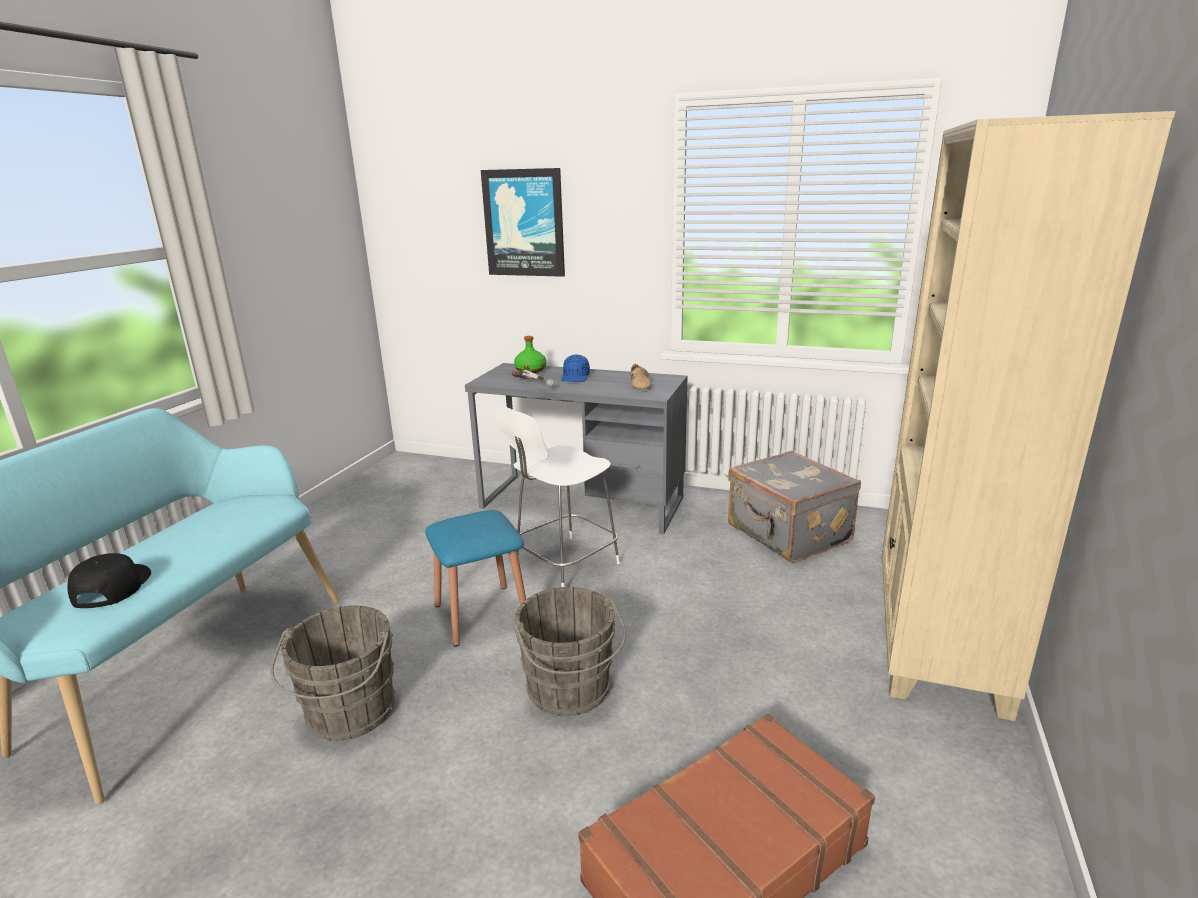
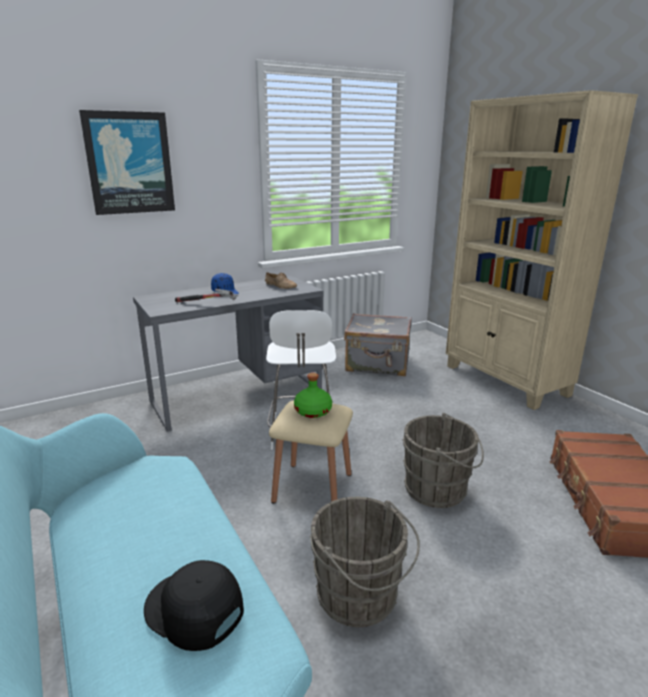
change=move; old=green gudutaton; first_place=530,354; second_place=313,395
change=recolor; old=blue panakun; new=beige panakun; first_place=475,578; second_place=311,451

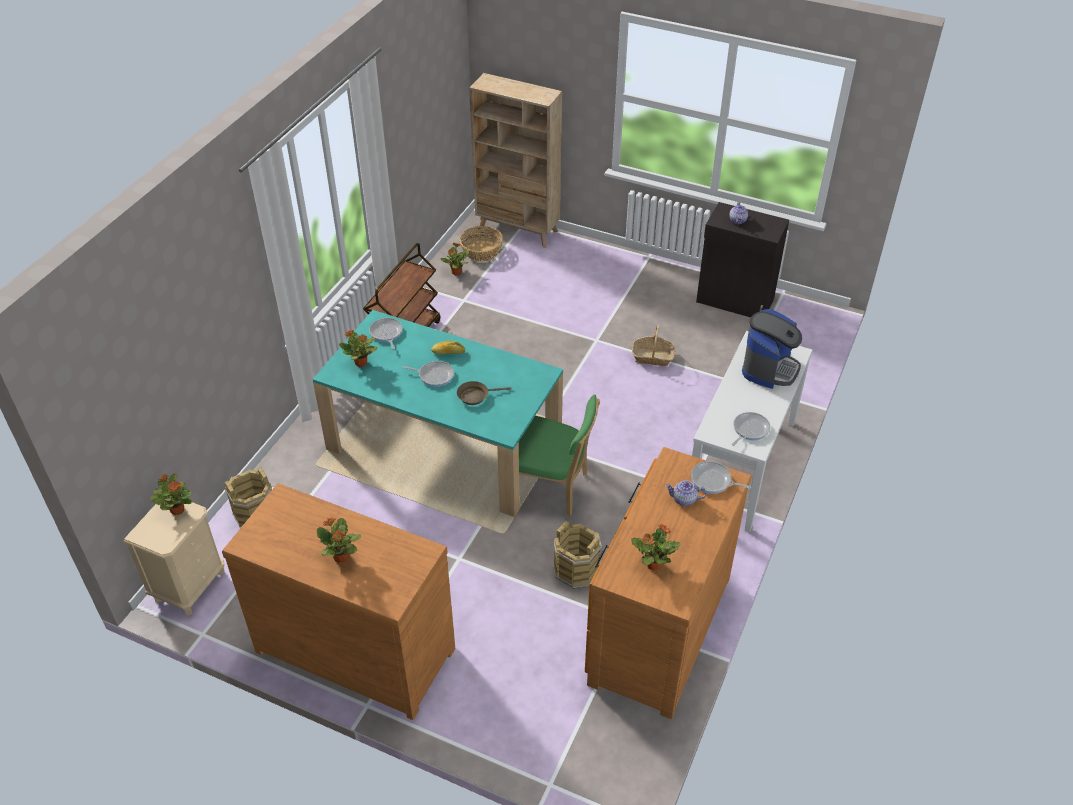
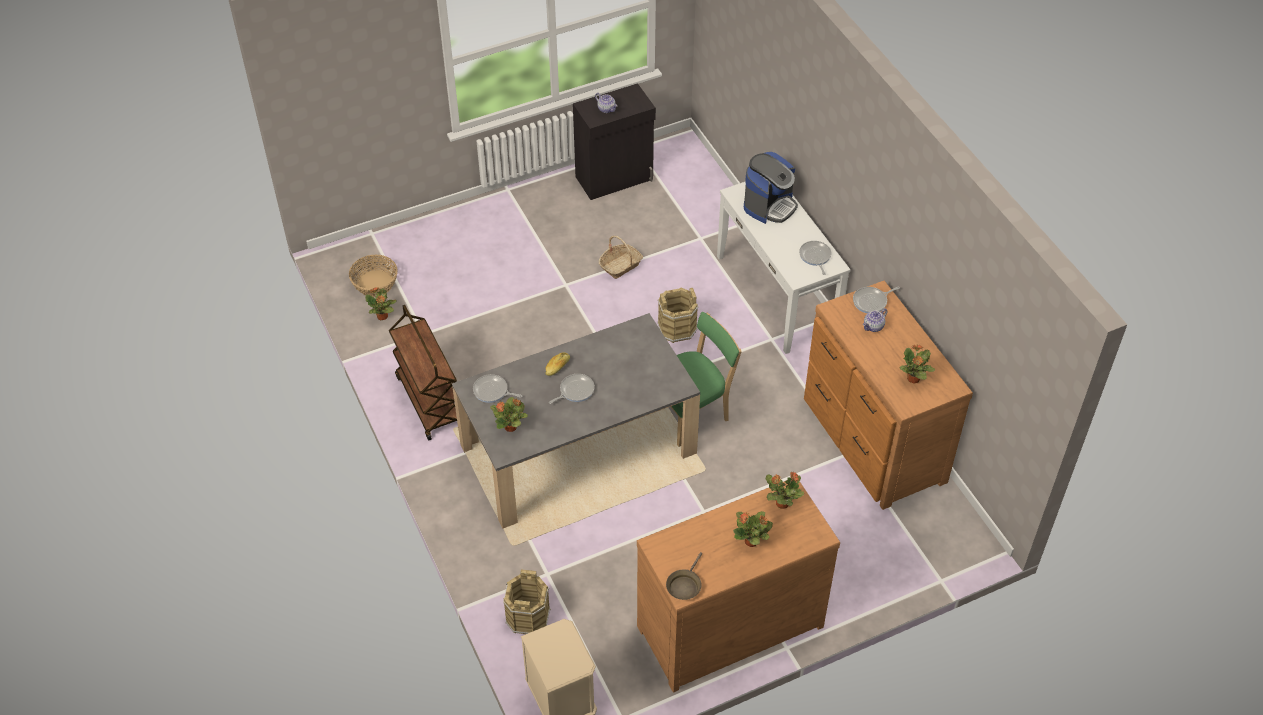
change=delete; old=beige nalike; first_place=515,160
change=move; old=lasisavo; first_place=171,494; second_place=785,490
change=move; old=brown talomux; first_place=484,393; second_place=684,576
change=move; old=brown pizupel; first_place=577,555; second_place=677,315
change=recolor; old=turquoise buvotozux; new=grey buvotozux; first_place=438,414; second_place=576,420
change=rotate; old=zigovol; first_place=772,349; second_place=771,188; degrees=60

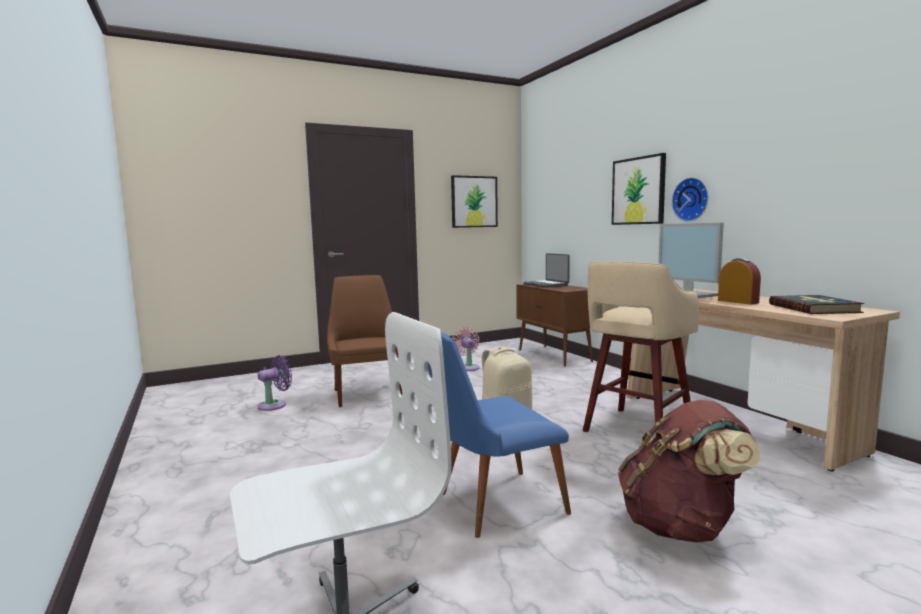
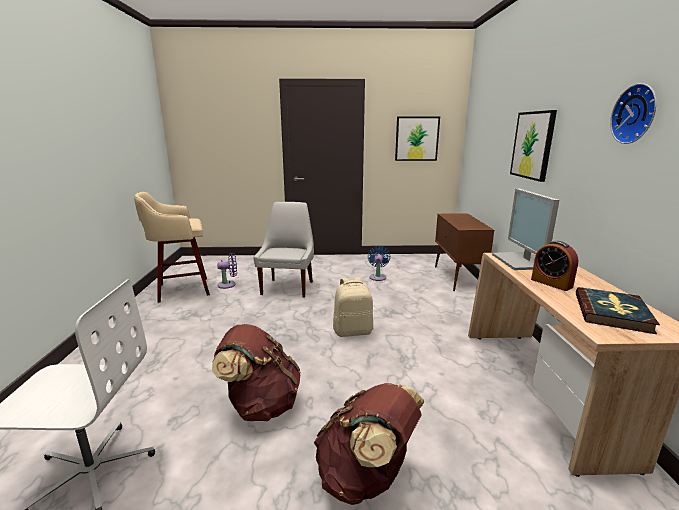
change=delete; old=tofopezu; first_place=546,270
change=move; old=beige panakun; first_place=641,348; second_place=172,247
change=move; old=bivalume; first_place=690,199; second_place=633,113
change=replace; old=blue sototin; new=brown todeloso; first_place=499,435; second_place=256,372
change=recolor; old=brown sototin; new=white sototin; first_place=364,341; second_place=283,250
change=recolor; old=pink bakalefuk; new=blue bakalefuk; first_place=466,349; second_place=379,263
change=rotate; old=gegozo; first_place=739,281; second_place=554,266; degrees=150

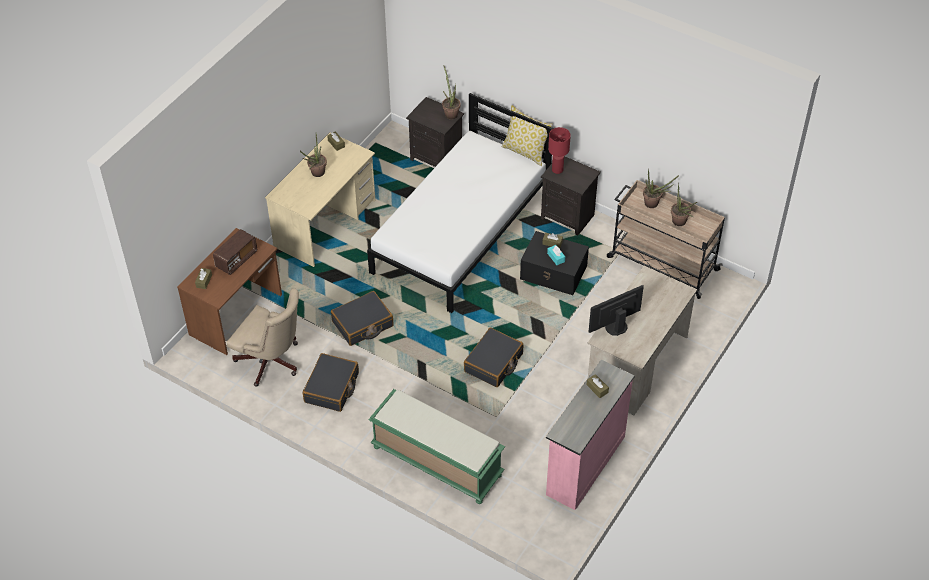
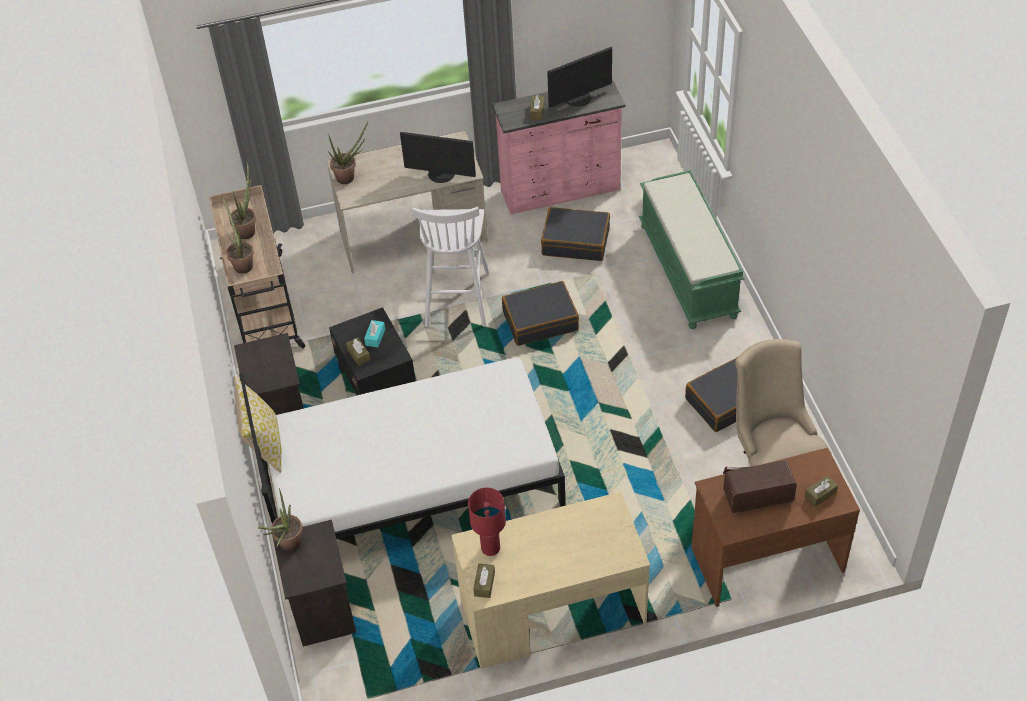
change=insert; new=white panakun; second_place=450,266
change=insert; new=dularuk; second_place=579,77
change=move; old=lasisavo; first_place=313,155; second_place=348,153
change=move; old=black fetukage; first_place=362,318; second_place=575,234
change=move; old=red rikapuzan; first_place=559,150; second_place=487,522

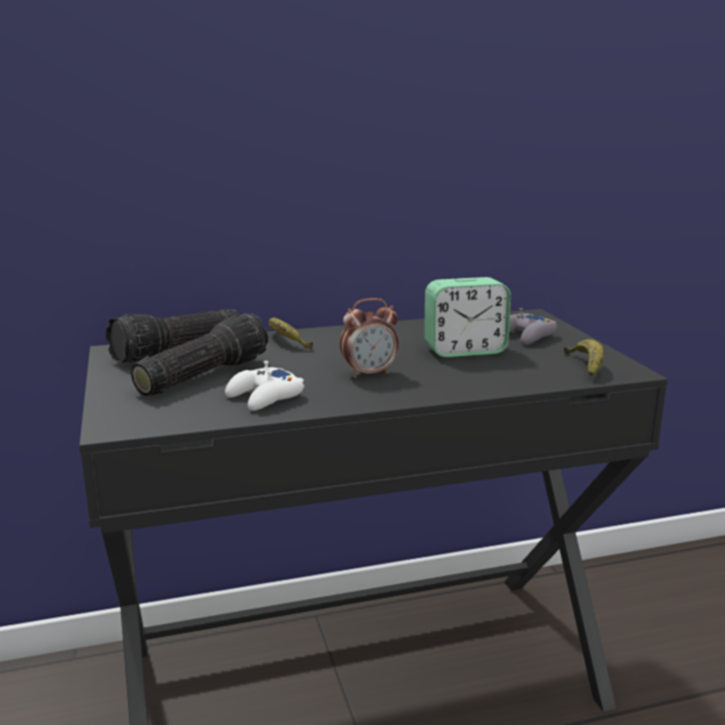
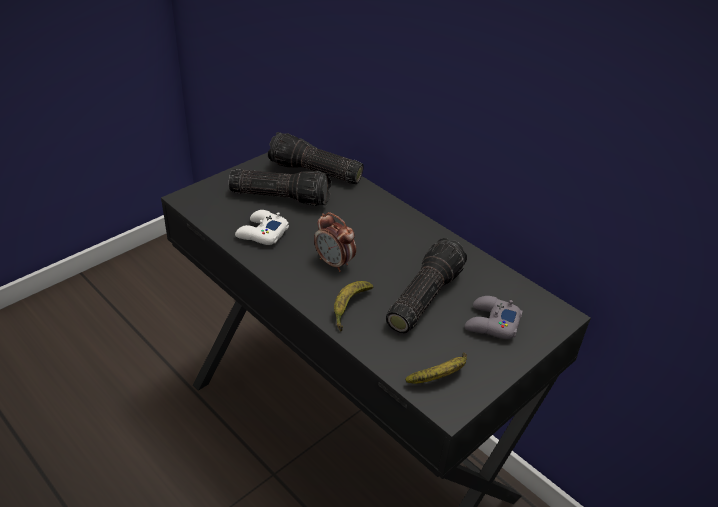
change=move; old=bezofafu; first_place=290,334; second_place=354,306
change=replace; old=gegozo; new=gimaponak; first_place=467,317; second_place=426,286

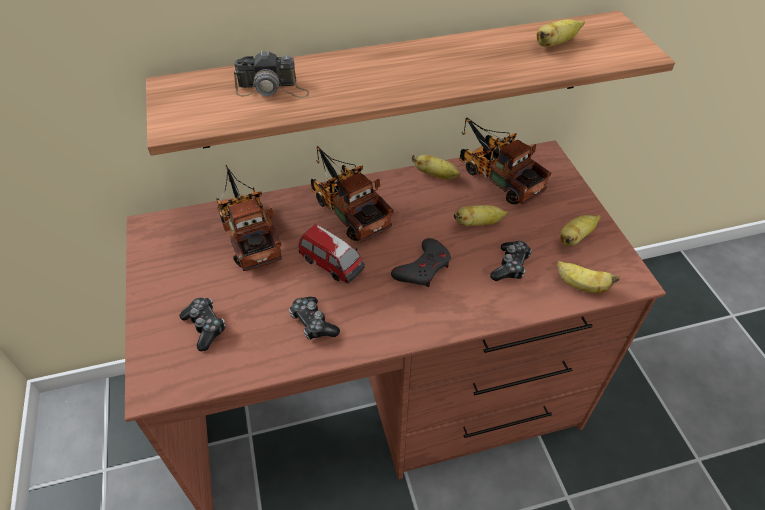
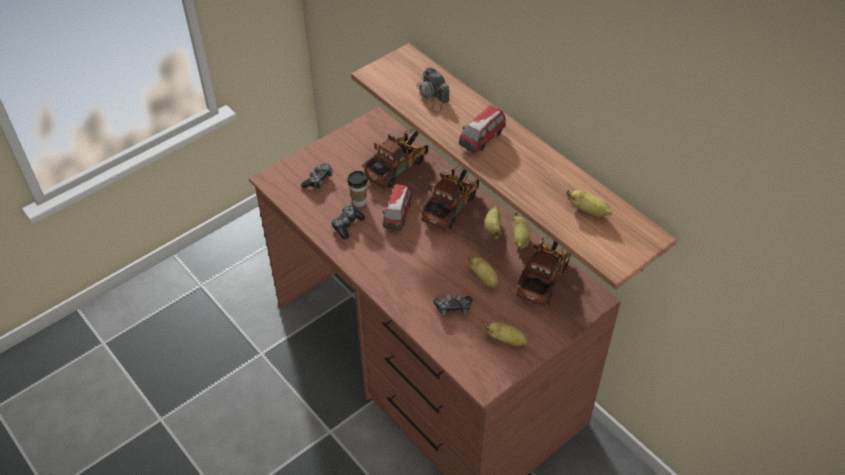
change=delete; old=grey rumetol; first_place=421,262
change=insert; new=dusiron; second_place=357,189
change=insert; new=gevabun; second_place=482,129
change=move; old=bezofafu; first_place=588,277; second_place=493,222

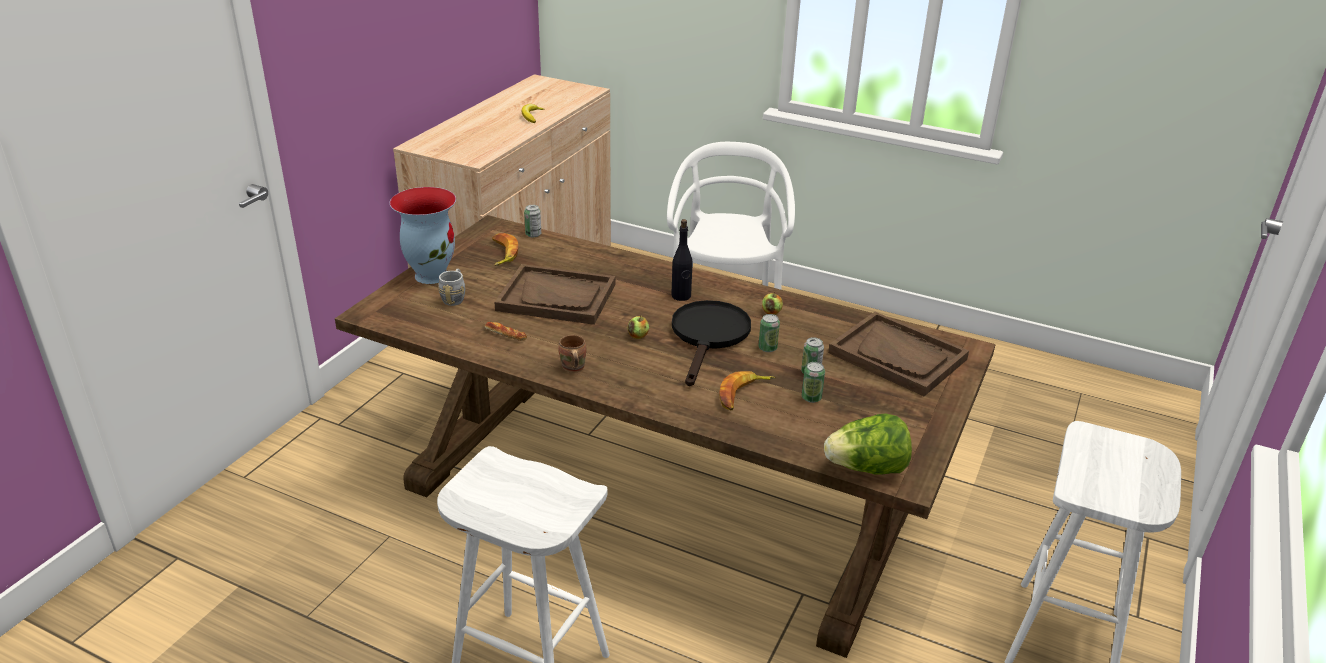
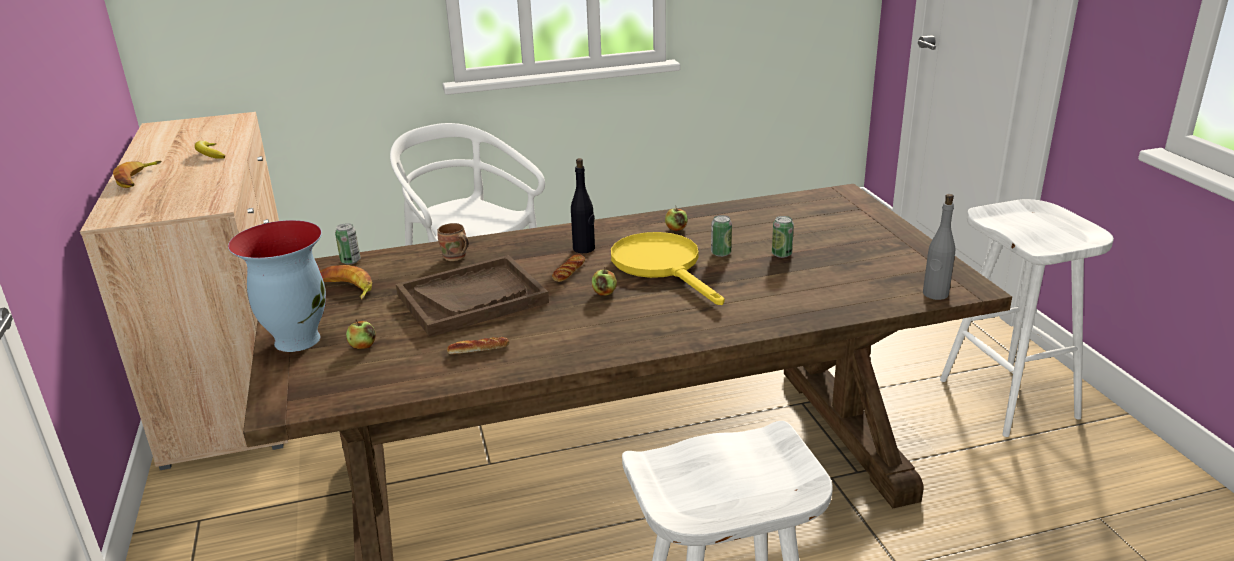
change=delete; old=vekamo; first_place=813,382
change=delete; old=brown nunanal; first_place=898,354
change=insert; new=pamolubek; second_place=568,268
change=move; old=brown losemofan; first_place=572,354; second_place=453,242
change=move; old=bezofafu; first_place=747,390; second_place=137,174
change=replace; old=grey losemofan; new=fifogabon; first_place=451,287; second_place=361,334
change=replace; old=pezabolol; new=grey gudutaton; first_place=868,444; second_place=939,247
change=recolor; old=black talomux; new=yellow talomux; first_place=711,343; second_place=668,268

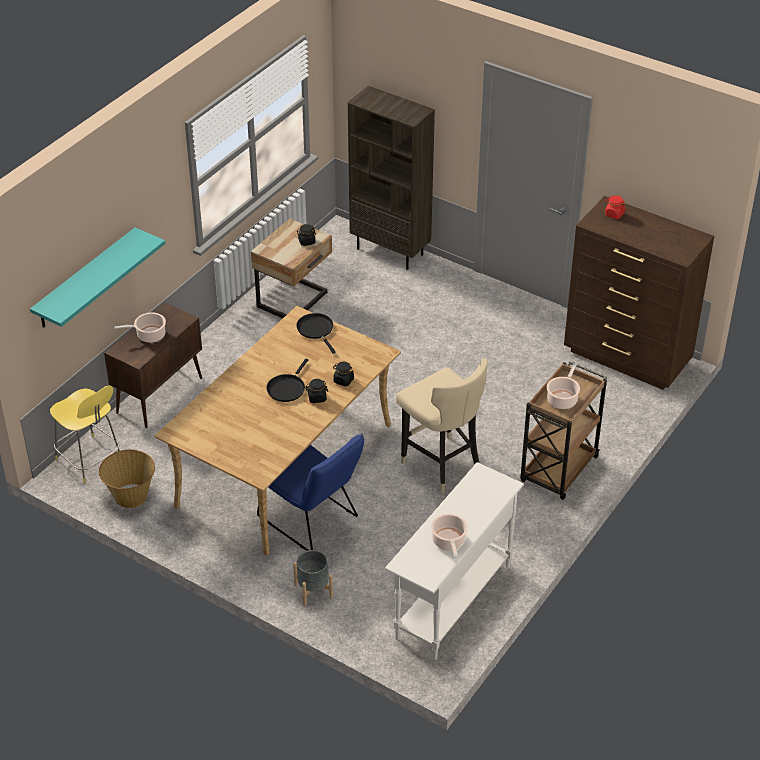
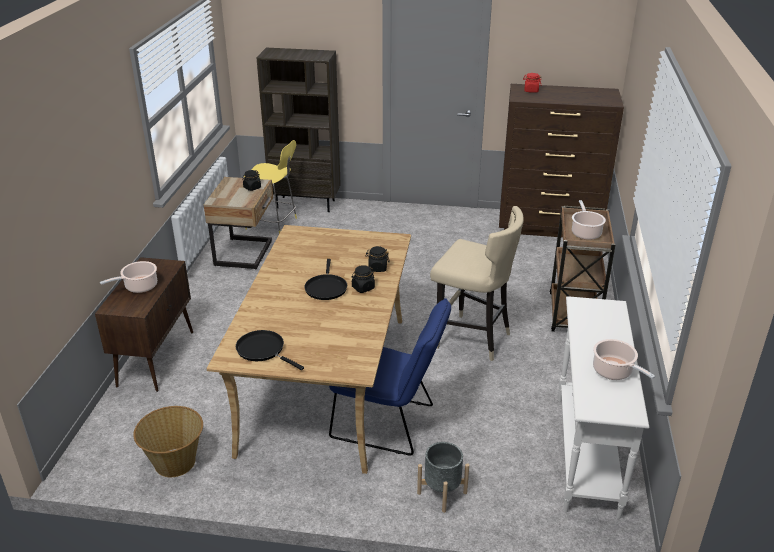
change=delete; old=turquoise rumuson; first_place=97,278
change=move; old=yellow panakun; first_place=85,434; second_place=270,187
change=move; old=black talomux; first_place=316,333; second_place=270,350

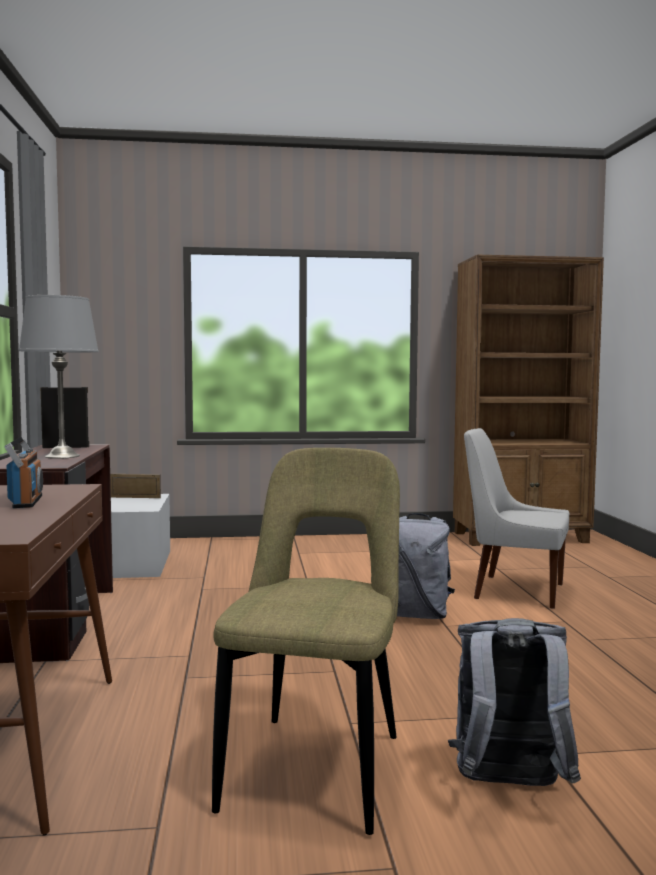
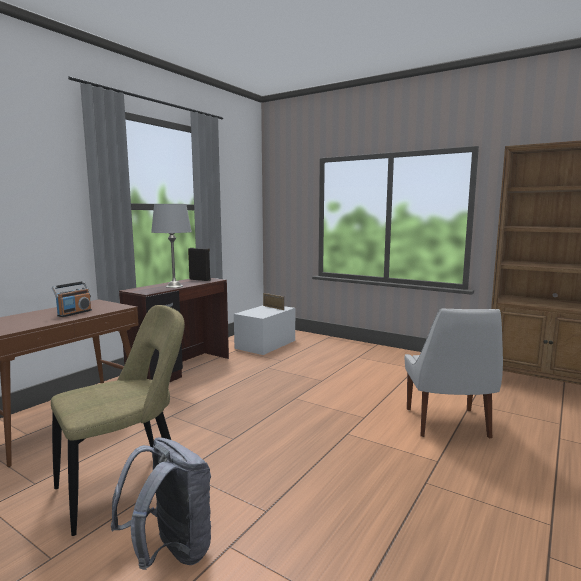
change=delete; old=grey todeloso; first_place=426,566
change=rotate; old=white sototin; first_place=516,518; second_place=454,373; degrees=-150

